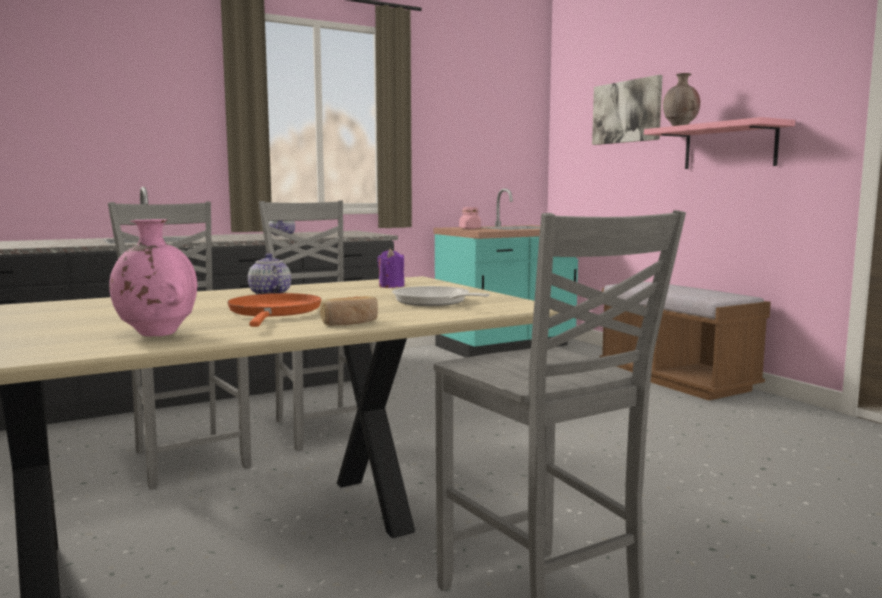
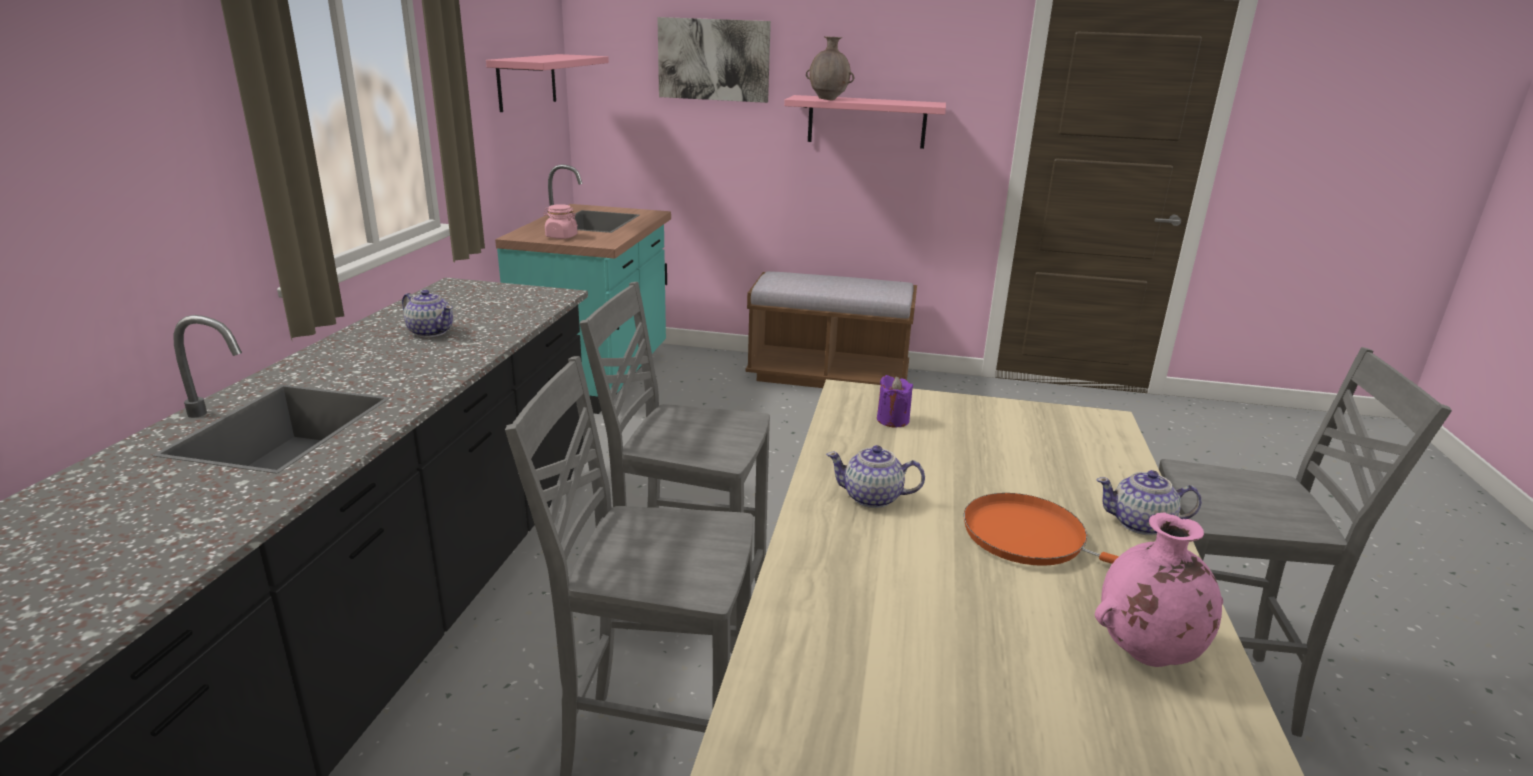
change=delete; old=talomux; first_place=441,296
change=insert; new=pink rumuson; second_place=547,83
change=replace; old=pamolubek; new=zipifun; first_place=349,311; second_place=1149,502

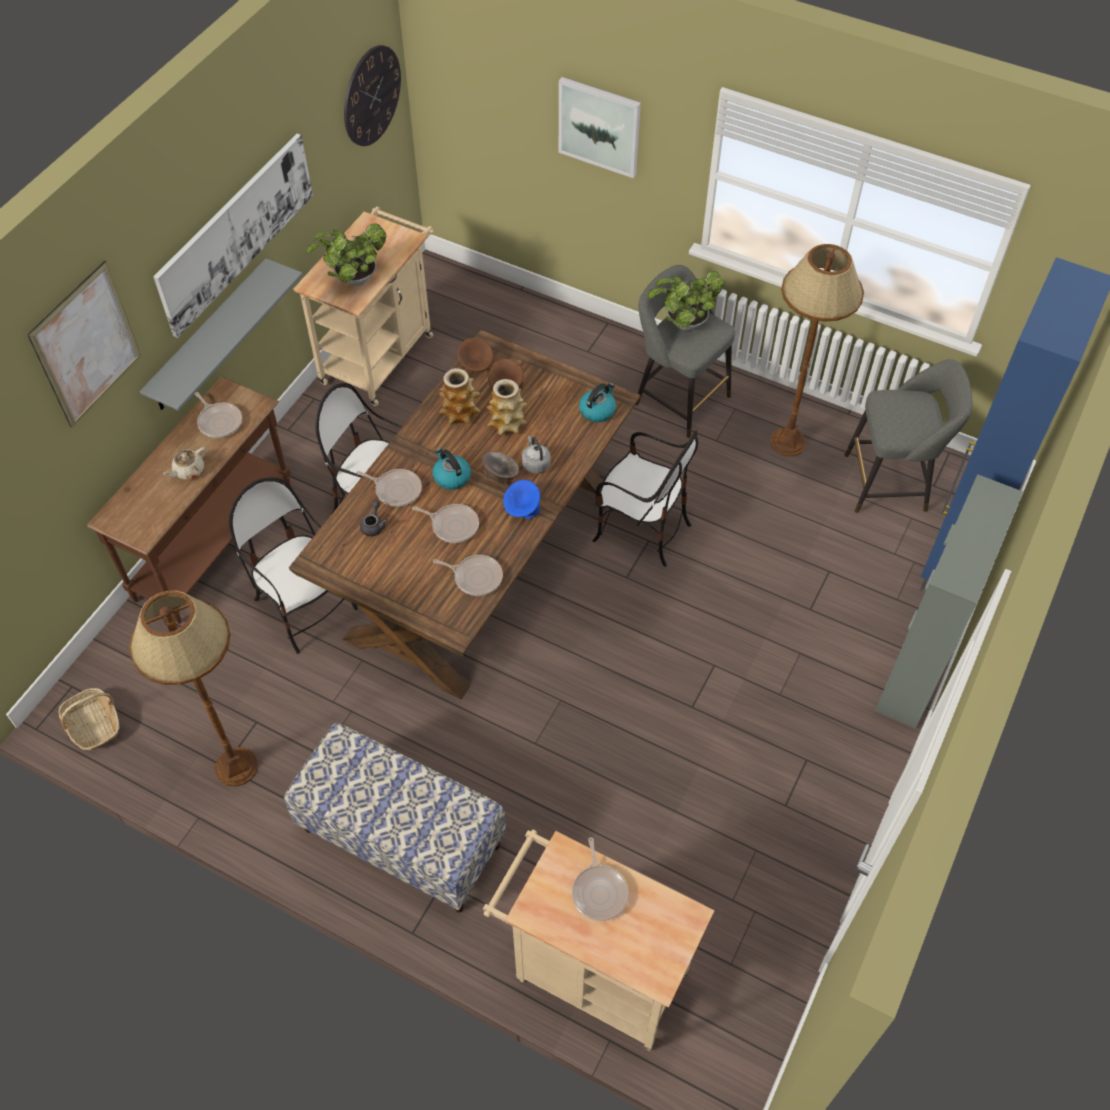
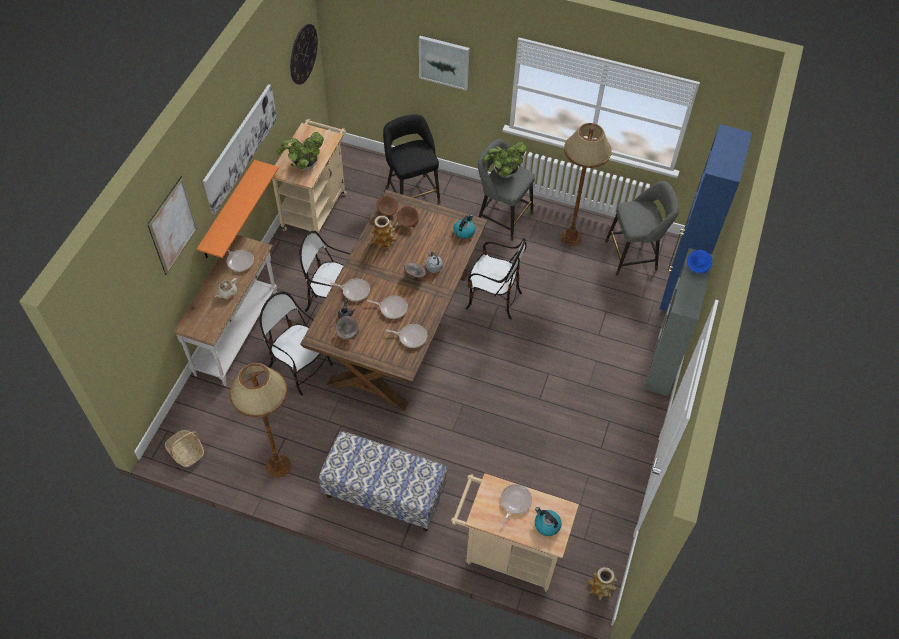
change=insert; new=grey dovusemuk; second_place=347,327
change=insert; new=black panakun; second_place=412,159
change=move; old=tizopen; first_place=452,469; second_place=548,521
change=move; old=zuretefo; first_place=506,407; second_place=602,583
change=move; old=blue dovusemuk; first_place=521,499; second_place=699,262
change=recolor; old=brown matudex; new=white matudex; first_place=189,500; second_place=225,310
change=recolor; old=grey rumuson; new=orange rumuson; first_place=221,334; second_place=238,209
change=rotate; old=talomux; first_place=600,879; second_place=516,504; degrees=-135

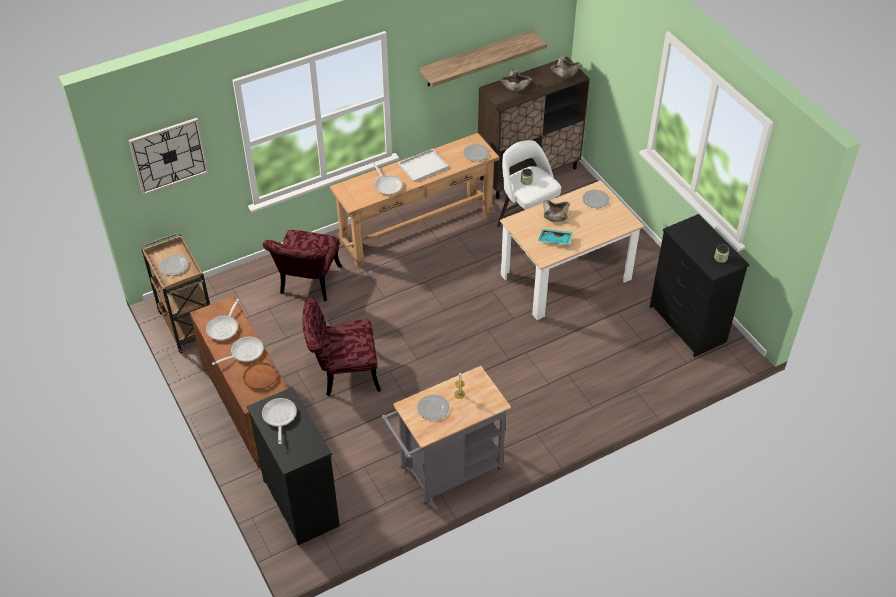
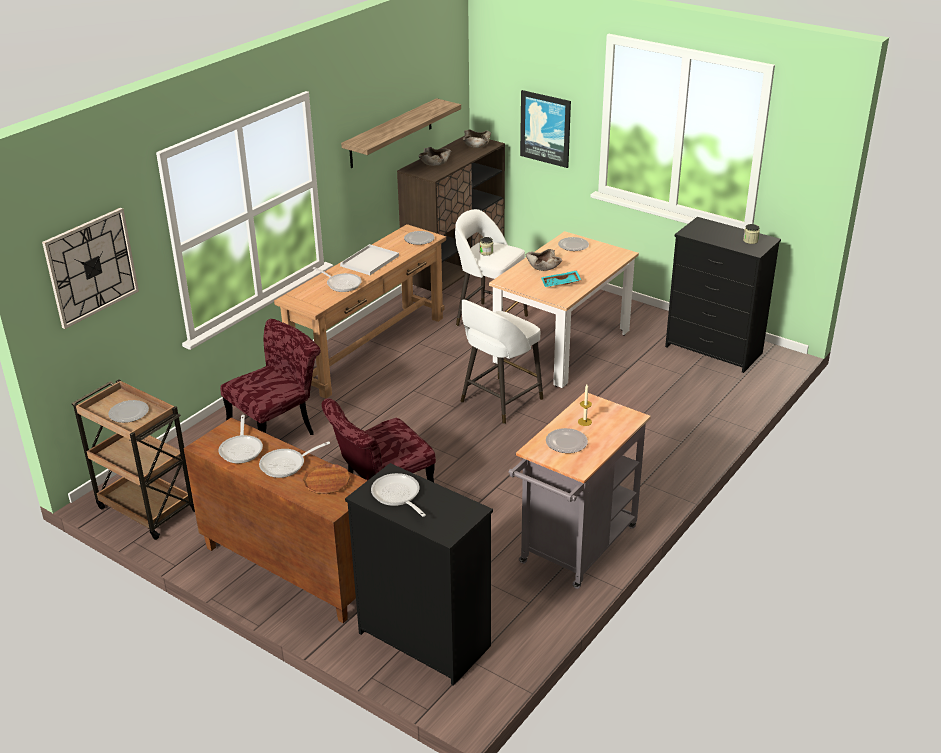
change=insert; new=white panakun; second_place=502,361
change=insert; new=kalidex; second_place=545,129
change=rotate; old=talomux; first_place=238,351; second_place=294,459; degrees=-150
change=rotate; old=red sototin; first_place=302,265; second_place=270,377; degrees=-120

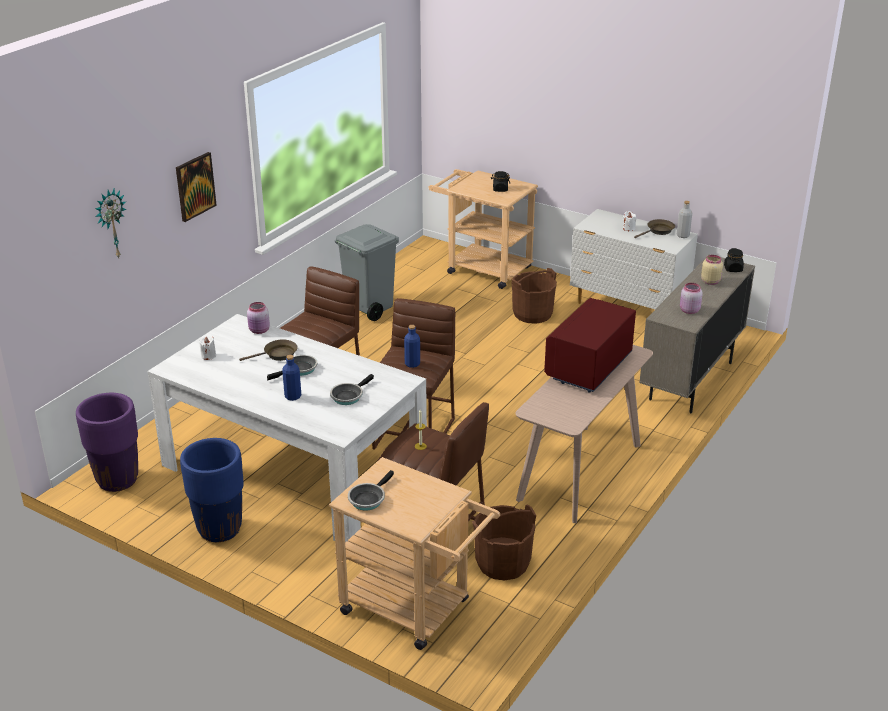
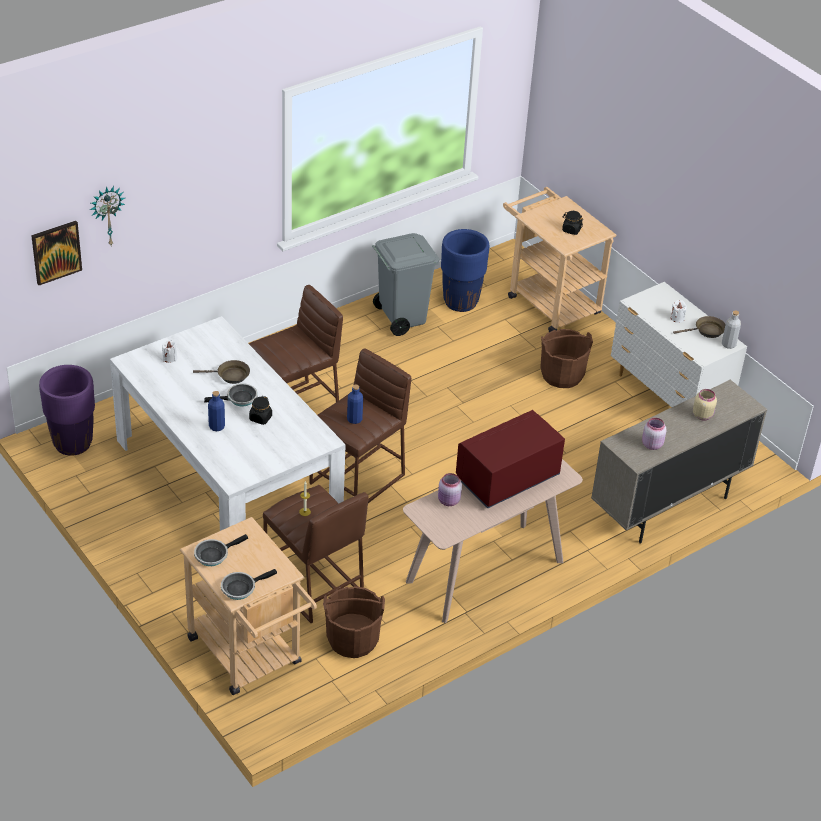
change=move; old=kalidex; first_place=196,187; second_place=56,253
change=move; old=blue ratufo; first_place=212,490; second_place=465,270
change=move; old=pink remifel; first_place=258,318; second_place=450,489
change=move; old=talomux; first_place=352,389; second_place=249,584
change=move; old=black remifel; first_place=734,260; second_place=260,410

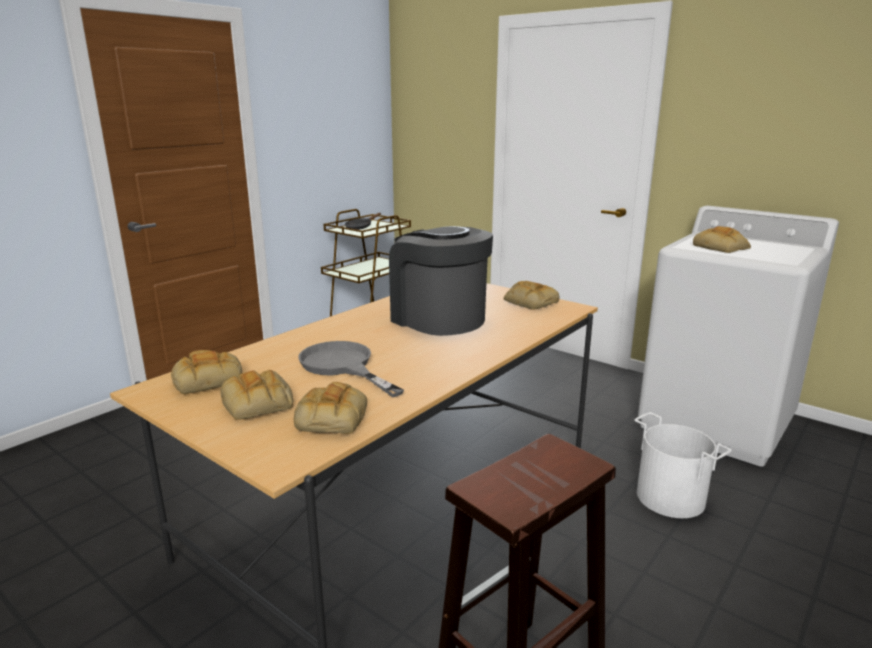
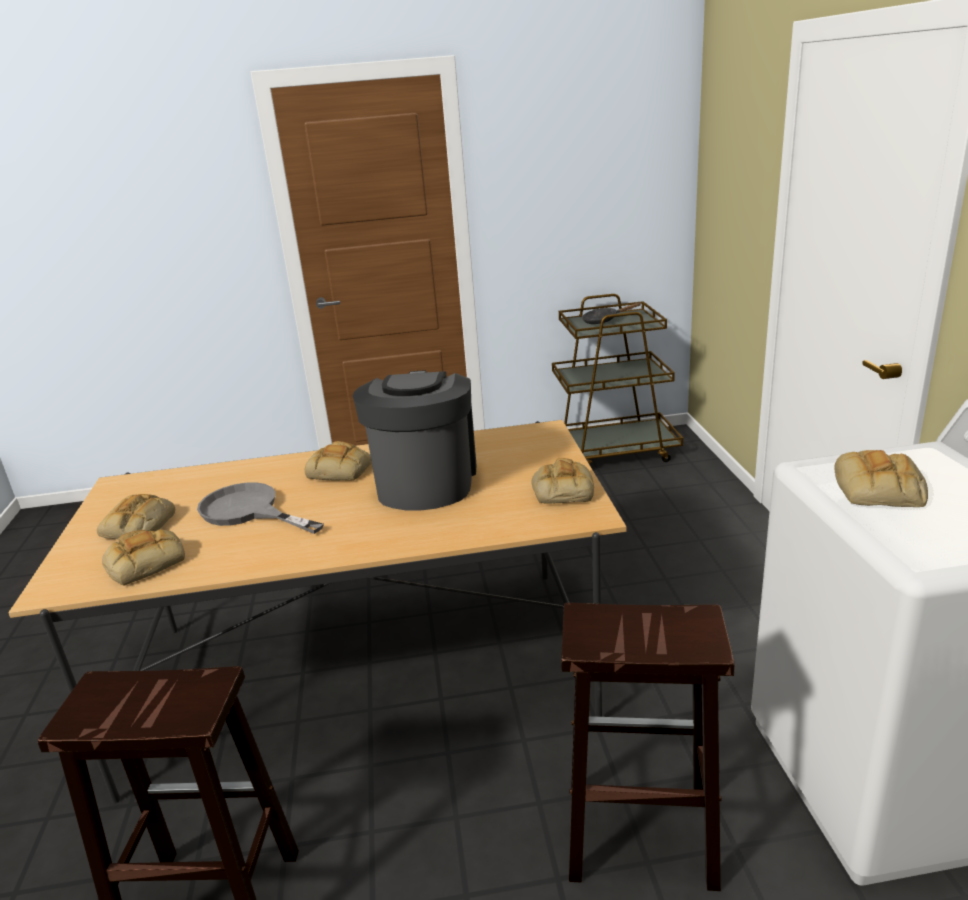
change=move; old=pamolubek; first_place=206,372; second_place=338,461
change=replace; old=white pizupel; new=brown panakun; first_place=683,465; second_place=648,747
change=rotate; old=grey talomux; first_place=351,369; second_place=260,508; degrees=-60

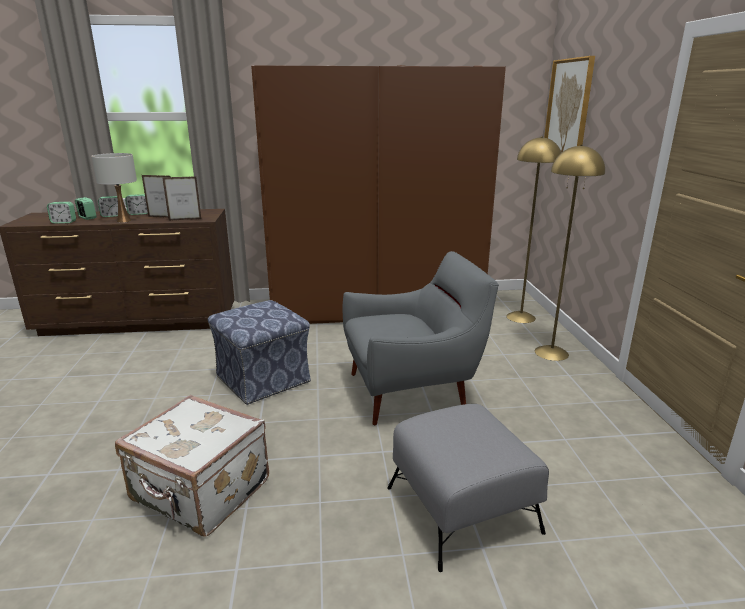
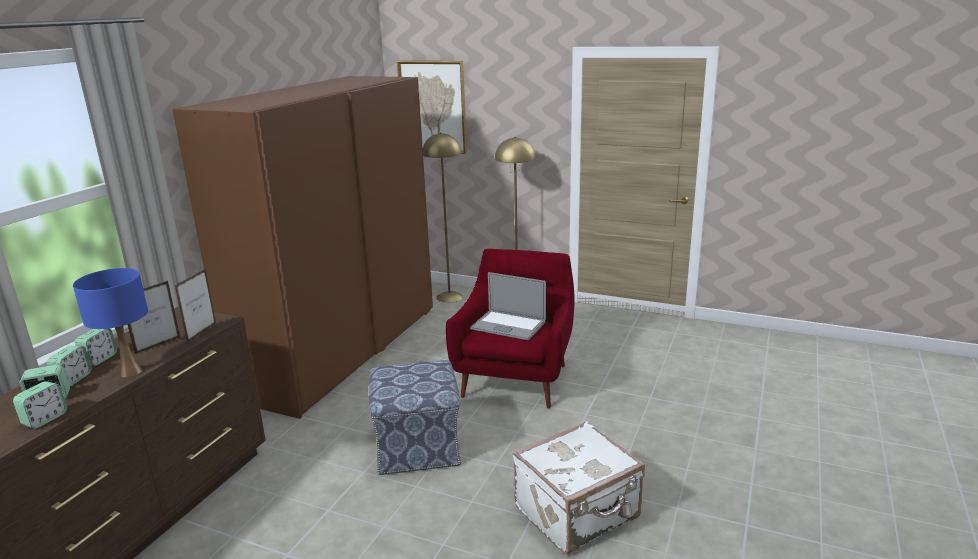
change=delete; old=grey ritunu; first_place=468,488
change=insert; new=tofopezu; second_place=508,306
change=recolor; old=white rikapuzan; new=blue rikapuzan; first_place=114,188; second_place=110,322
change=recolor; old=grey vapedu; new=red vapedu; first_place=421,338; second_place=510,329

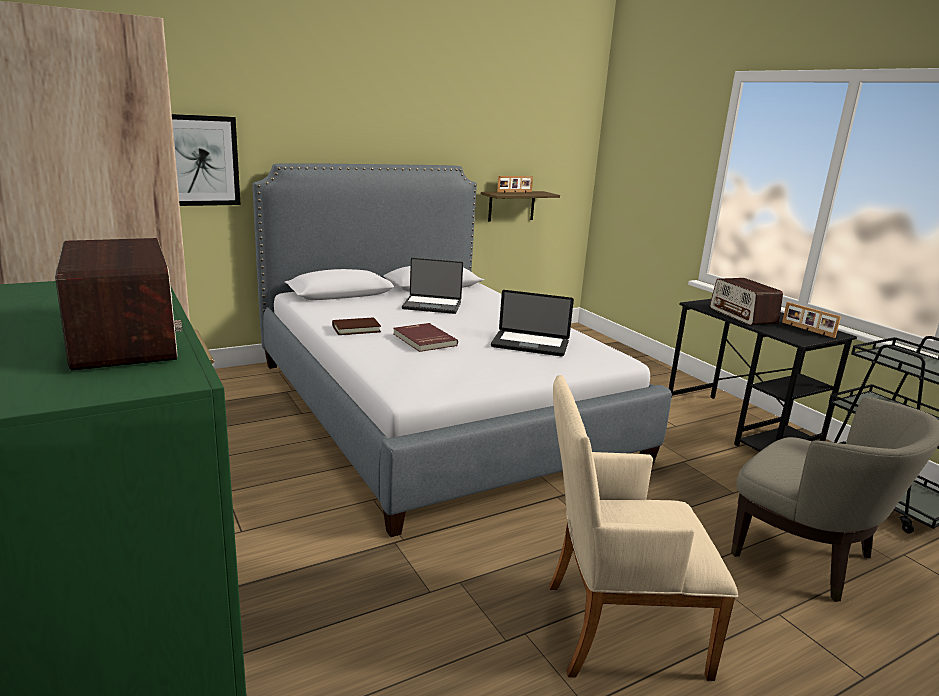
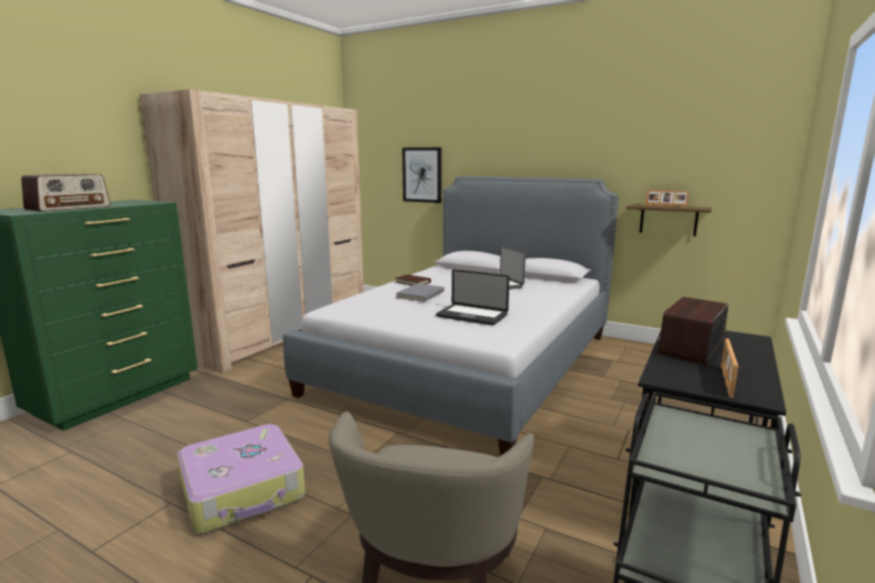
change=replace; old=beige vapedu; new=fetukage; first_place=643,528; second_place=241,479
change=recolor; old=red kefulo; new=grey kefulo; first_place=426,337; second_place=420,293
change=rotate; old=tofopezu; first_place=532,323; second_place=473,297; degrees=-45

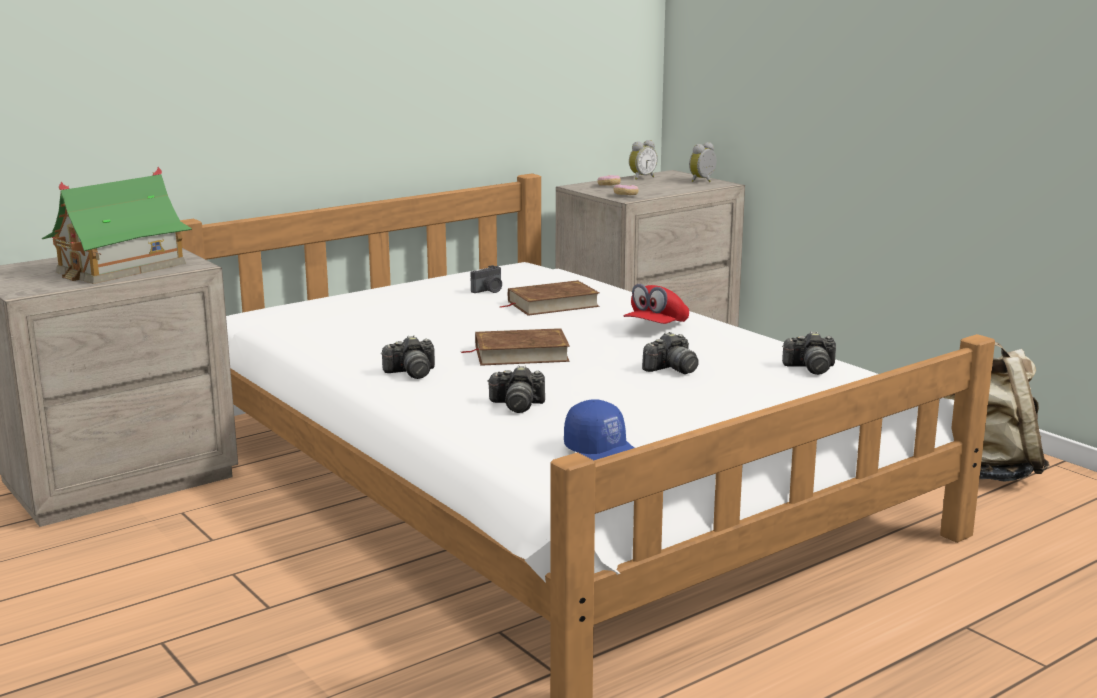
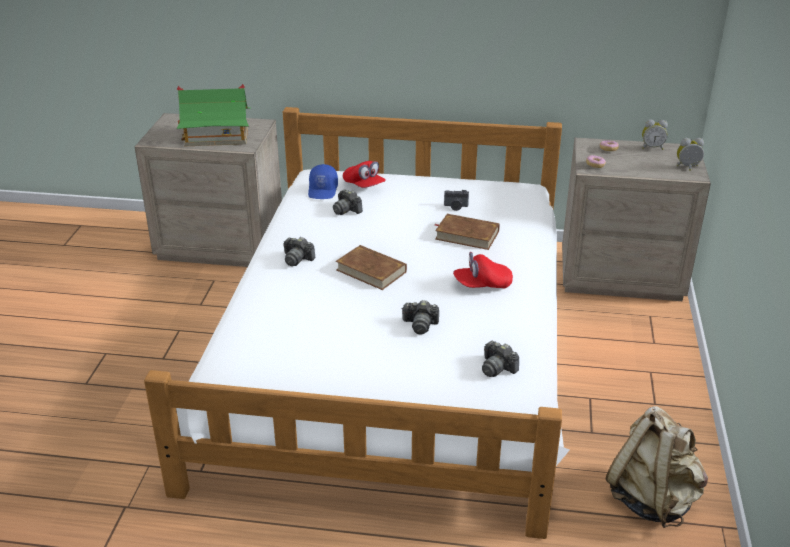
change=insert; new=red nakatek; second_place=364,174
change=move; old=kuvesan; first_place=516,389; second_place=348,202
change=move; old=blue nakatek; first_place=599,429; second_place=323,181

